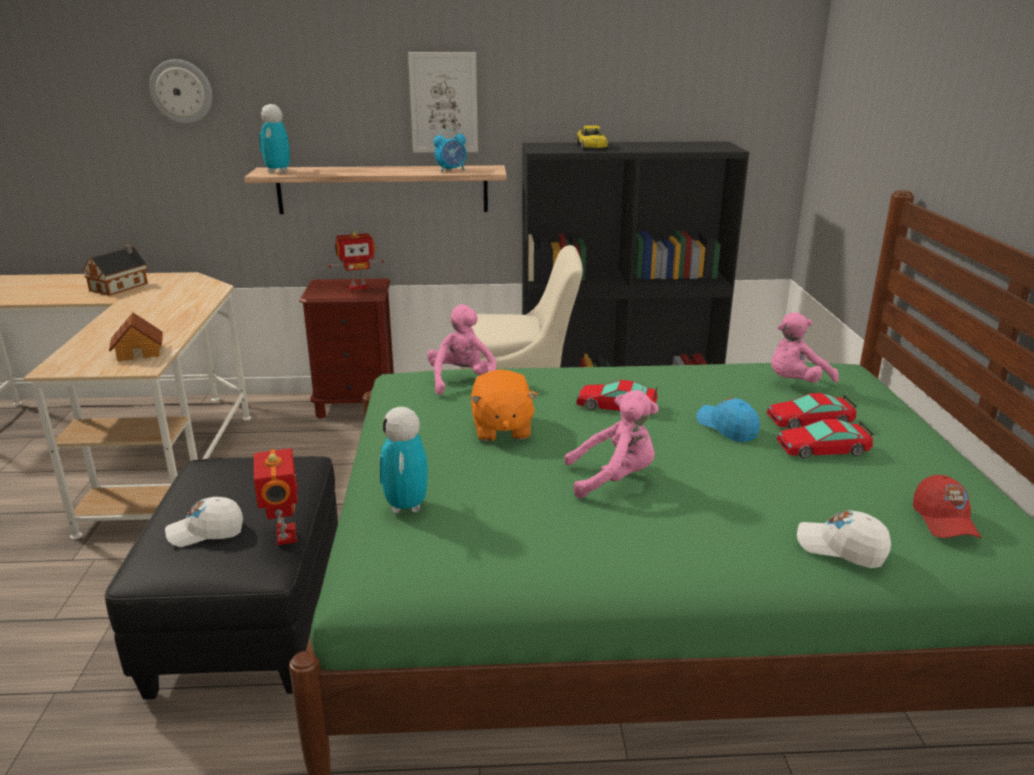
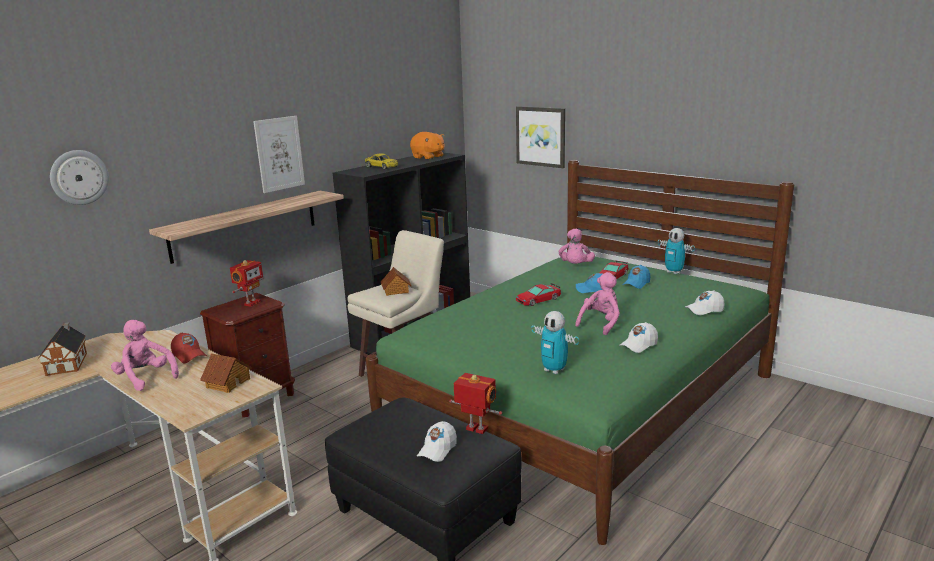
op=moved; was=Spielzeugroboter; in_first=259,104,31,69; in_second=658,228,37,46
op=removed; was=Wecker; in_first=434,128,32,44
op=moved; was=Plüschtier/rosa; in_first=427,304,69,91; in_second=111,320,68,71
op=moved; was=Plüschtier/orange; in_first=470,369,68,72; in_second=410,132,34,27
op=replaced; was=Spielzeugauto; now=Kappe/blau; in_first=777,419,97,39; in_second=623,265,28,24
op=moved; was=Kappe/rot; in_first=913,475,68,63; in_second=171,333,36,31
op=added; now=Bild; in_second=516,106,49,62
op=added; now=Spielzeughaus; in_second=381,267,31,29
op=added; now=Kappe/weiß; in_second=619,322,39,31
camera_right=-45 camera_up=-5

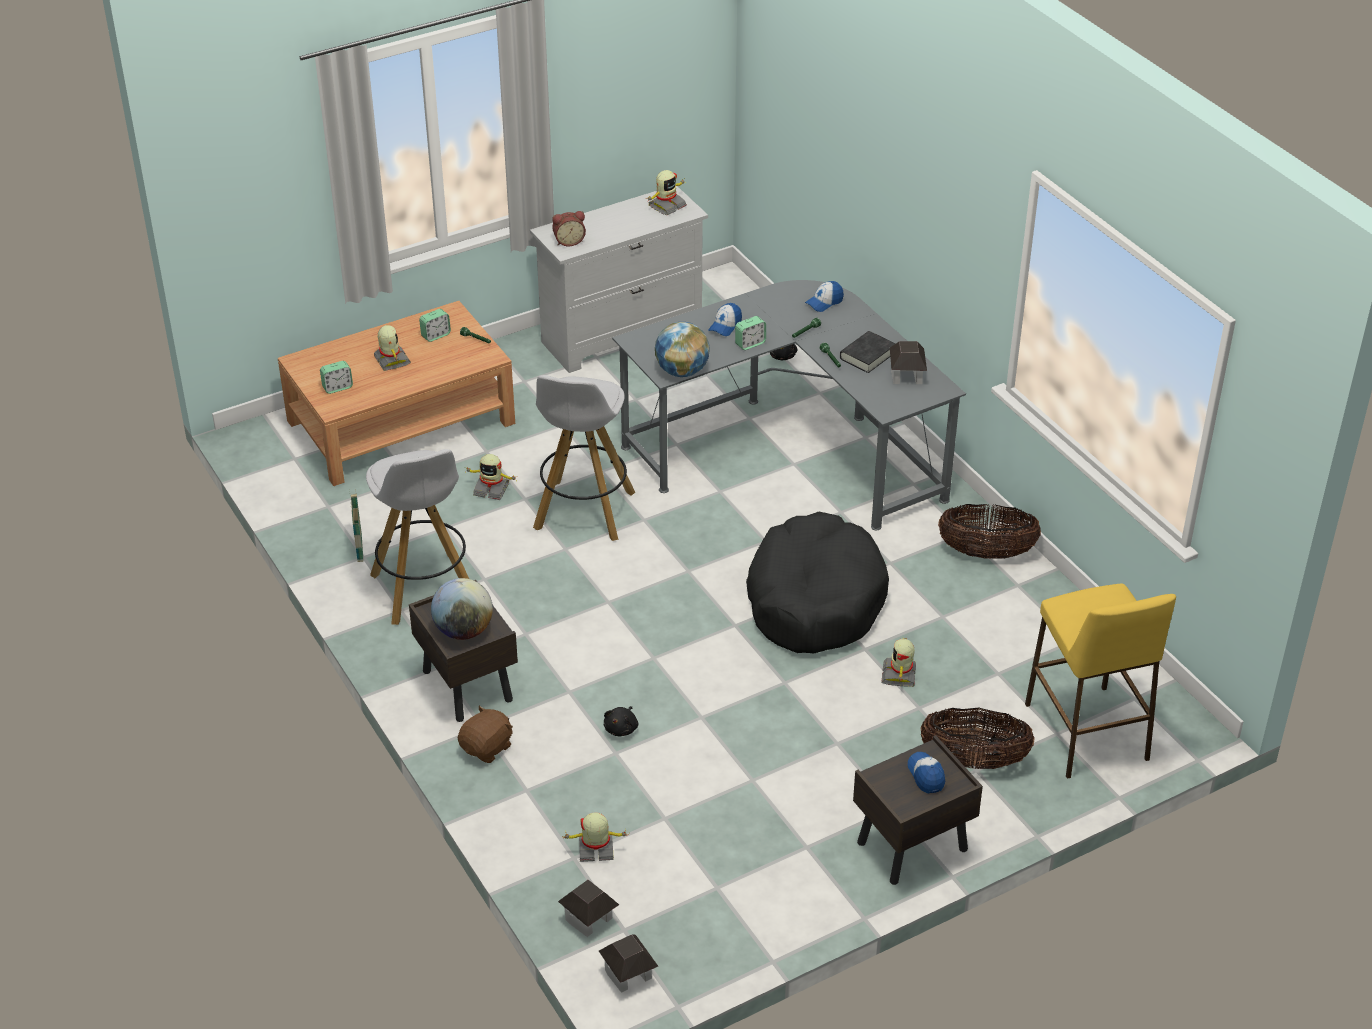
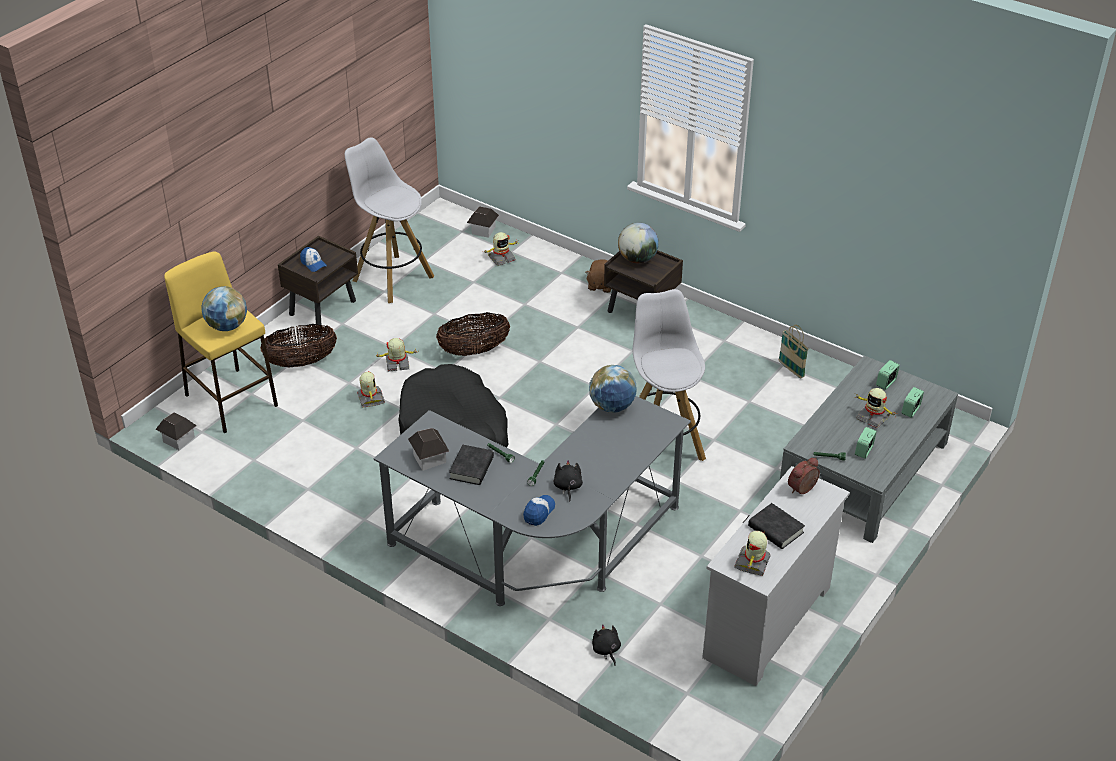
op=recoloured; was=Couchtisch/braun; now=Couchtisch/grau; in_first=278,301,237,185; in_second=780,355,178,188
op=removed; was=Kappe; in_first=708,303,34,33
op=moved; was=Wecker; in_first=735,316,31,34; in_second=901,387,23,31
op=moved; was=Hocker/weiß; in_first=366,449,103,176; in_second=345,138,89,165
op=moved; was=Spielzeugroboter; in_first=465,454,53,46; in_second=375,338,42,34
op=moved; was=Korb; in_first=938,504,103,55; in_second=436,312,74,44
op=moved; was=Plüschtier/schwarz; in_first=604,706,34,30; in_second=553,460,30,41
op=moved; was=Spielzeughaus; in_first=599,935,59,58; in_second=155,413,42,37
op=added; now=Globus; in_second=201,286,46,45
op=added; now=Buch/schwarz; in_second=748,503,57,46
camera_right=155 camera_up=0

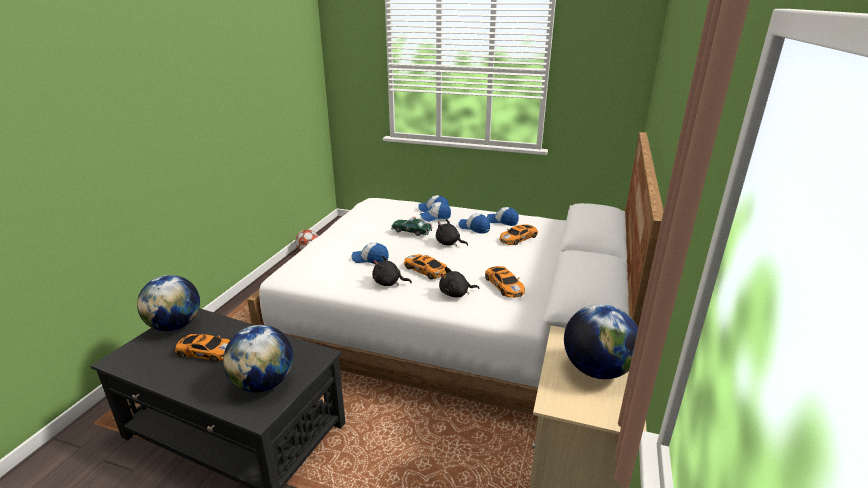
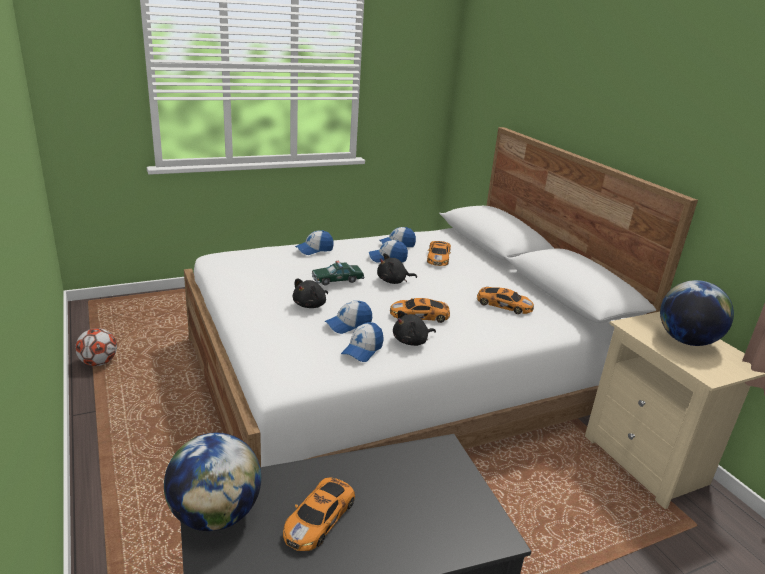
op=moved; was=Kappe; in_first=420,202,31,20; in_second=341,322,43,40
op=moved; was=Plüschtier/schwarz; in_first=439,267,41,31; in_second=293,278,35,30
op=removed; was=Globus; in_first=223,325,70,67
op=turned; was=Spielzeugauto; in_first=175,334,55,28; in_second=283,478,72,73; clockwise=150
camera_right=-45 camera_up=0

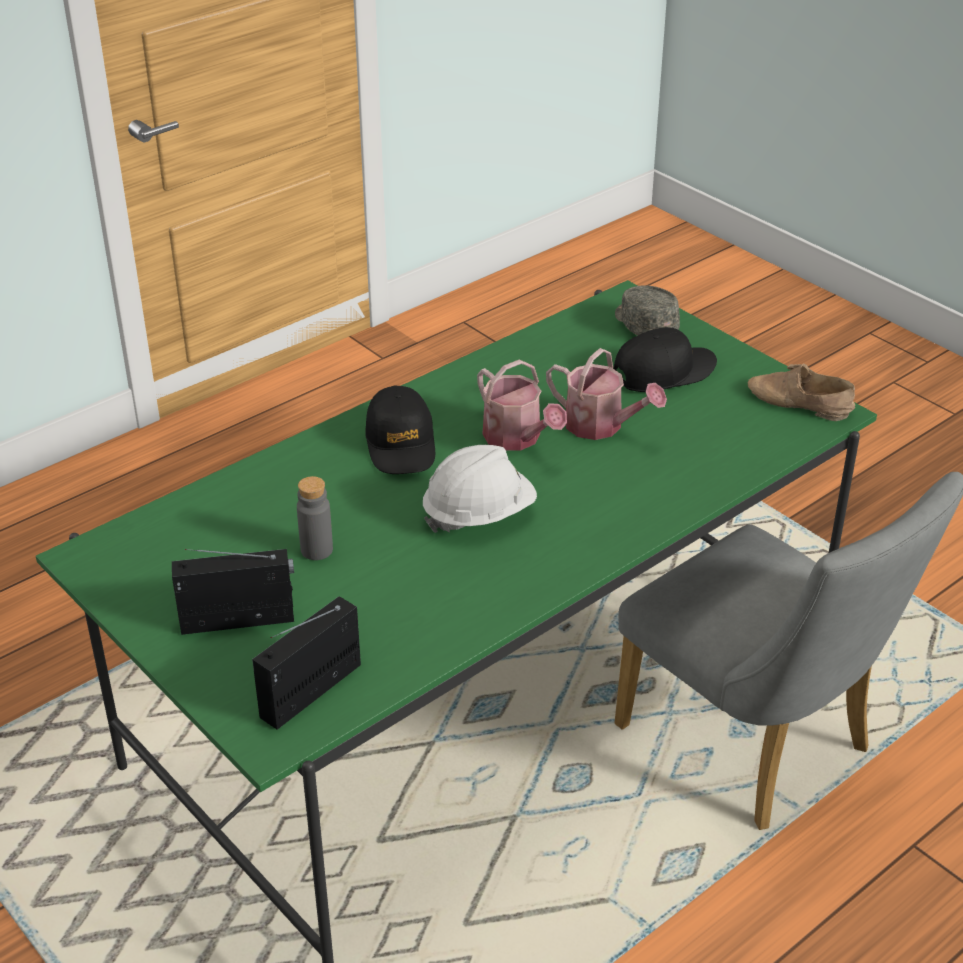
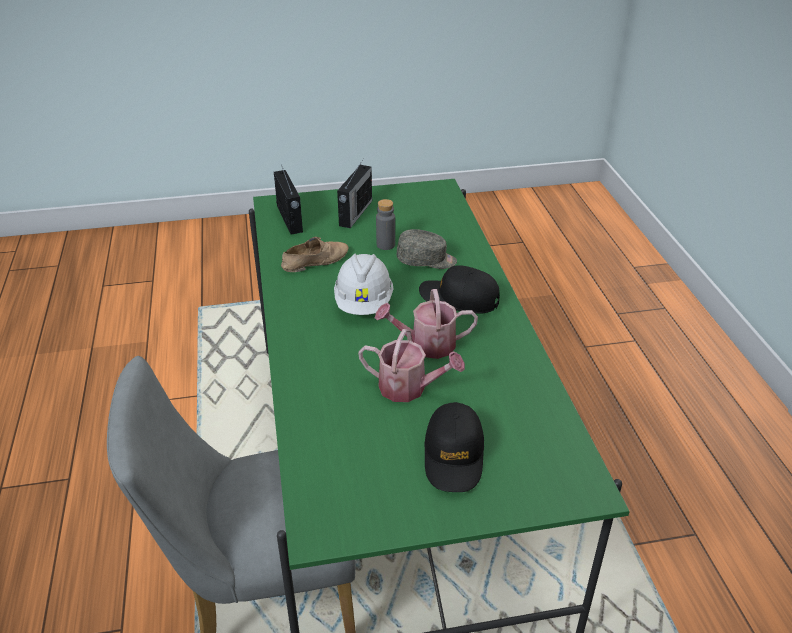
op=moved; was=Kappe/grau; in_first=615,285,65,50; in_second=397,229,60,40
op=turned; was=Gießkanne; in_first=546,348,121,92; in_second=358,329,107,73; clockwise=-135
op=moved; was=Schuh/beige; in_first=748,363,107,58; in_second=281,236,68,36
camera_right=120 camera_up=0

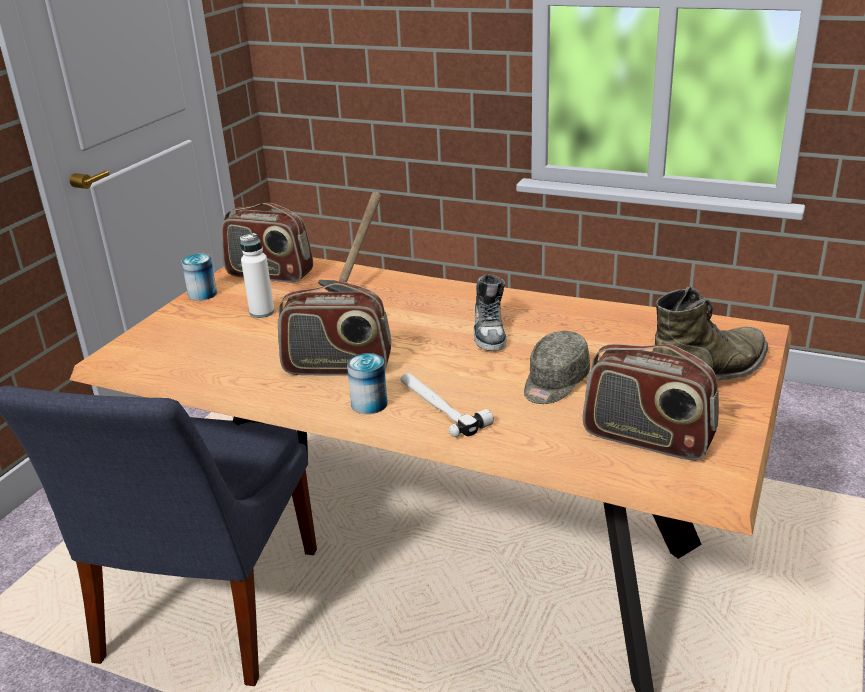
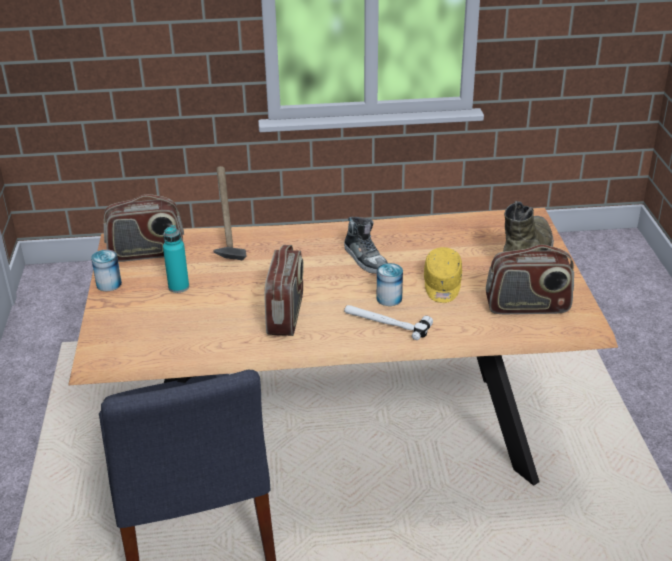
op=recoloured; was=Flasche/weiß; now=Flasche/türkis; in_first=240,233,35,85; in_second=163,225,26,68
op=turned; was=Radio; in_first=278,282,113,94; in_second=264,245,40,91; clockwise=-60
op=recoloured; was=Kappe/grau; now=Kappe/gelb; in_first=524,331,66,73; in_second=424,247,38,56
op=moved; was=Dose; in_first=347,353,41,61; in_second=377,263,26,43
camera_right=-30 camera_up=5

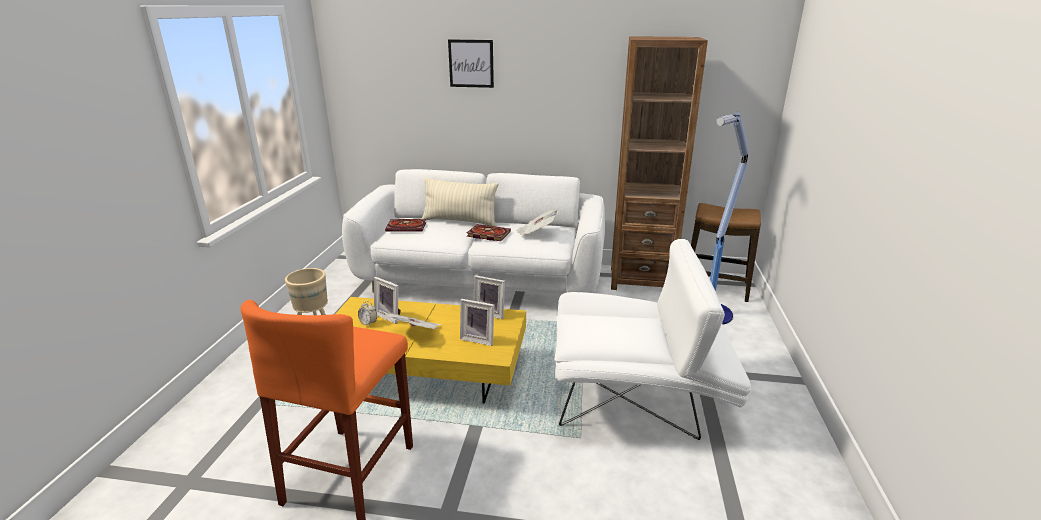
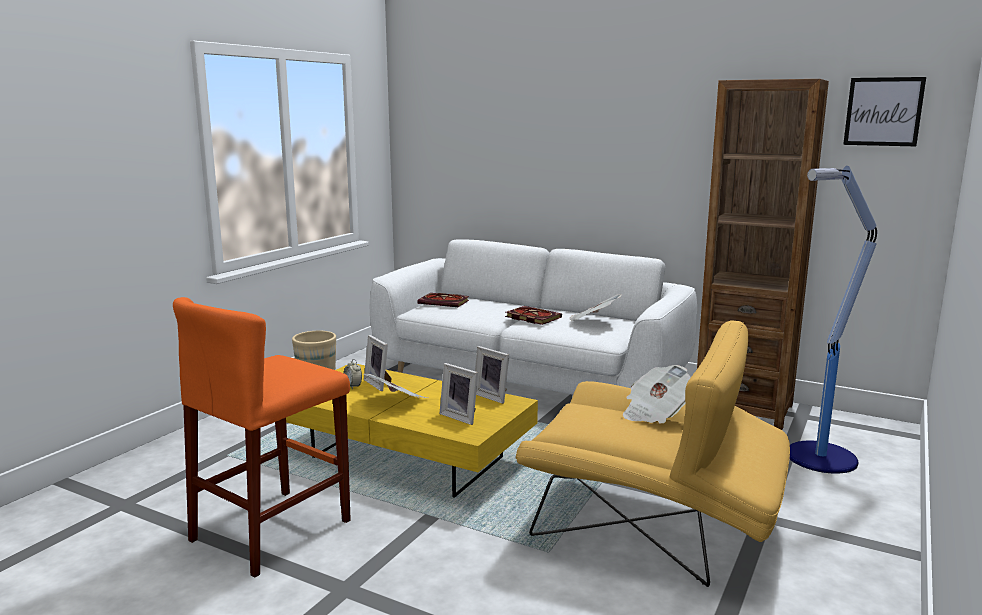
op=moved; was=Bild; in_first=448,40,46,48; in_second=843,77,83,69
op=removed; was=Kissen/beige; in_first=422,177,76,50
op=removed; was=Hocker; in_first=691,203,70,99
op=recoloured; was=Sessel/weiß; now=Sessel/gelb; in_first=555,239,196,201; in_second=515,320,275,267
op=added; now=Zeitung; in_second=623,365,68,59
camera_right=20 camera_up=-10

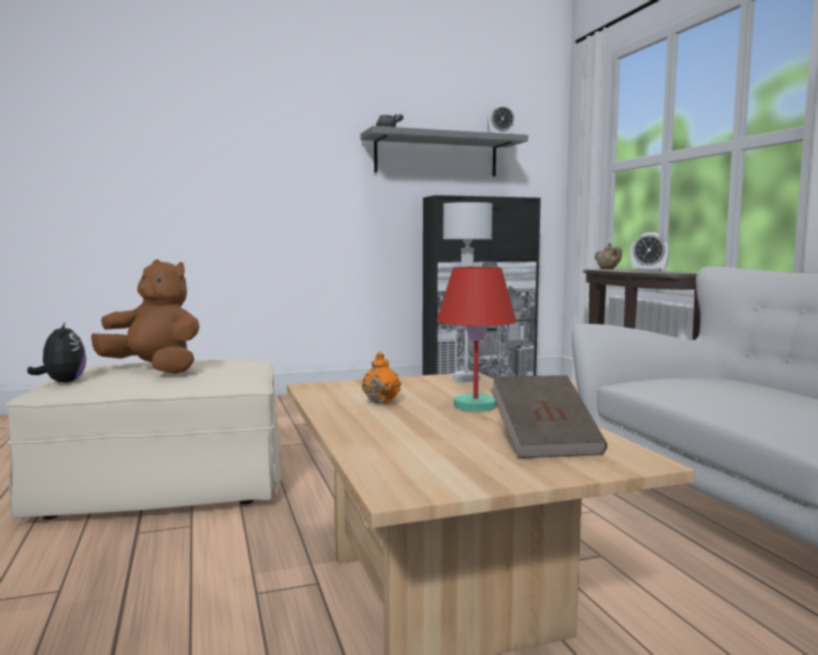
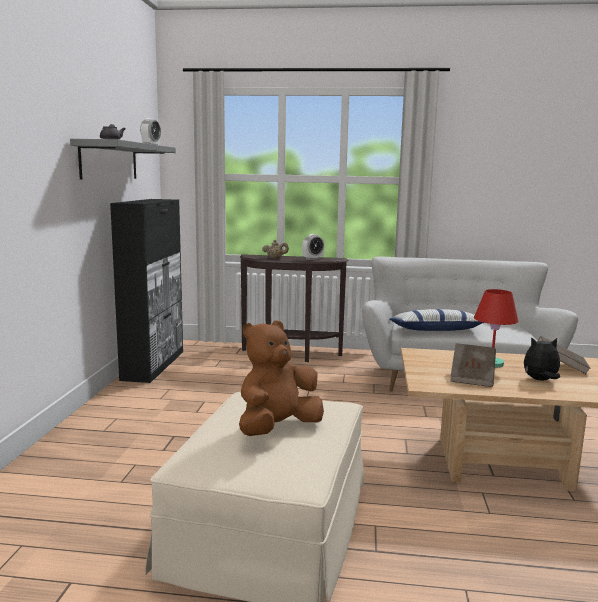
op=removed; was=Tischlampe/grau; in_first=443,202,50,180
op=moved; was=Plüschtier; in_first=27,322,59,61; in_second=524,337,36,44
op=replaced; was=Teekanne/orange; now=Buch/braun; in_first=362,352,39,52; in_second=450,343,46,44
op=added; now=Kissen; in_second=389,309,95,22
camera_right=-65 camera_up=5

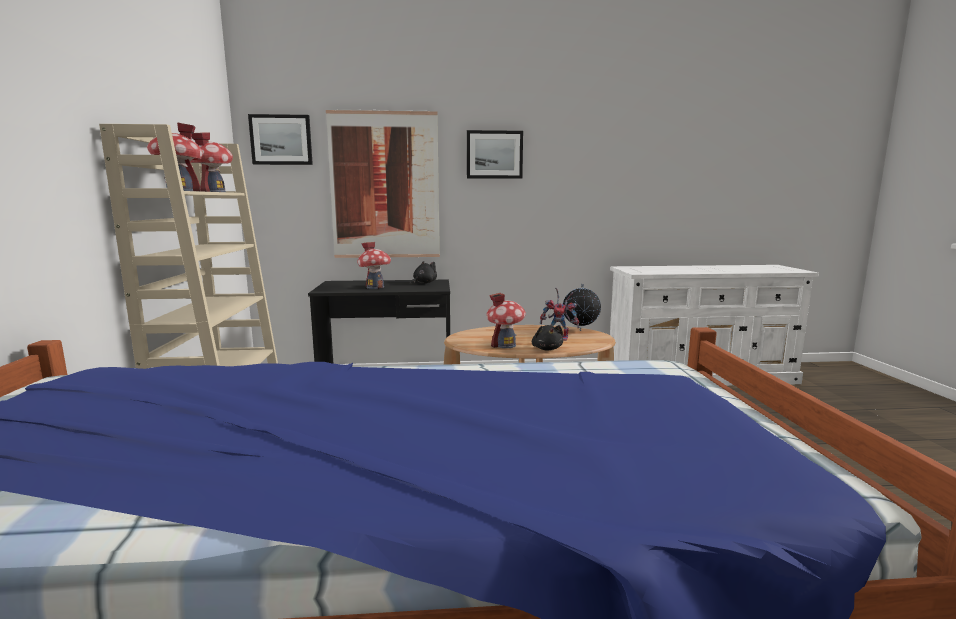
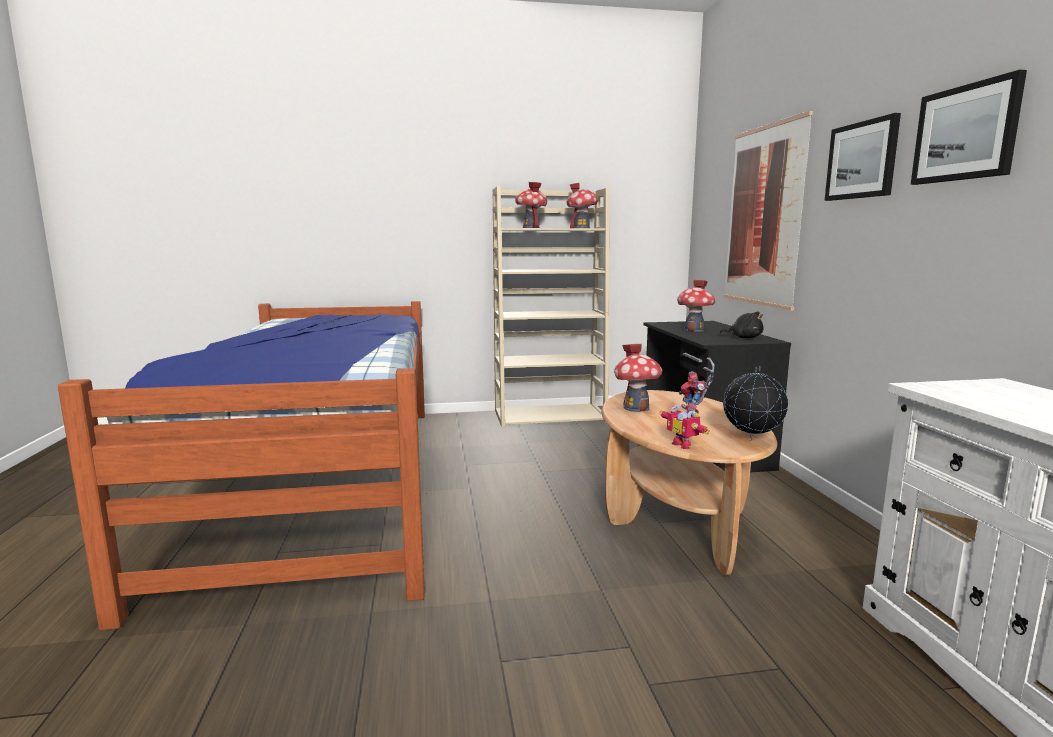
op=moved; was=Bild; in_first=248,114,65,51; in_second=911,70,116,115
op=removed; was=Plüschtier/schwarz; in_first=532,325,31,25
op=added; now=Spielzeugroboter; in_second=659,405,51,44
camera_right=85 camera_up=0

